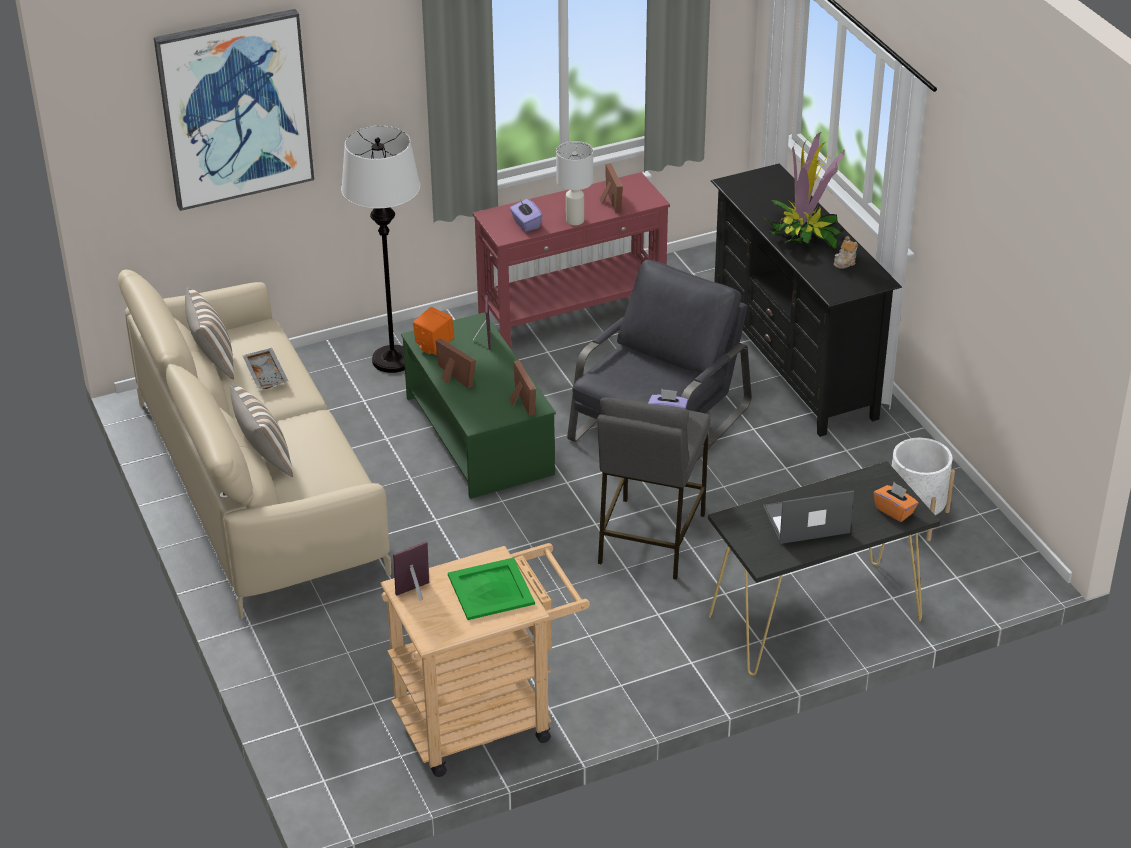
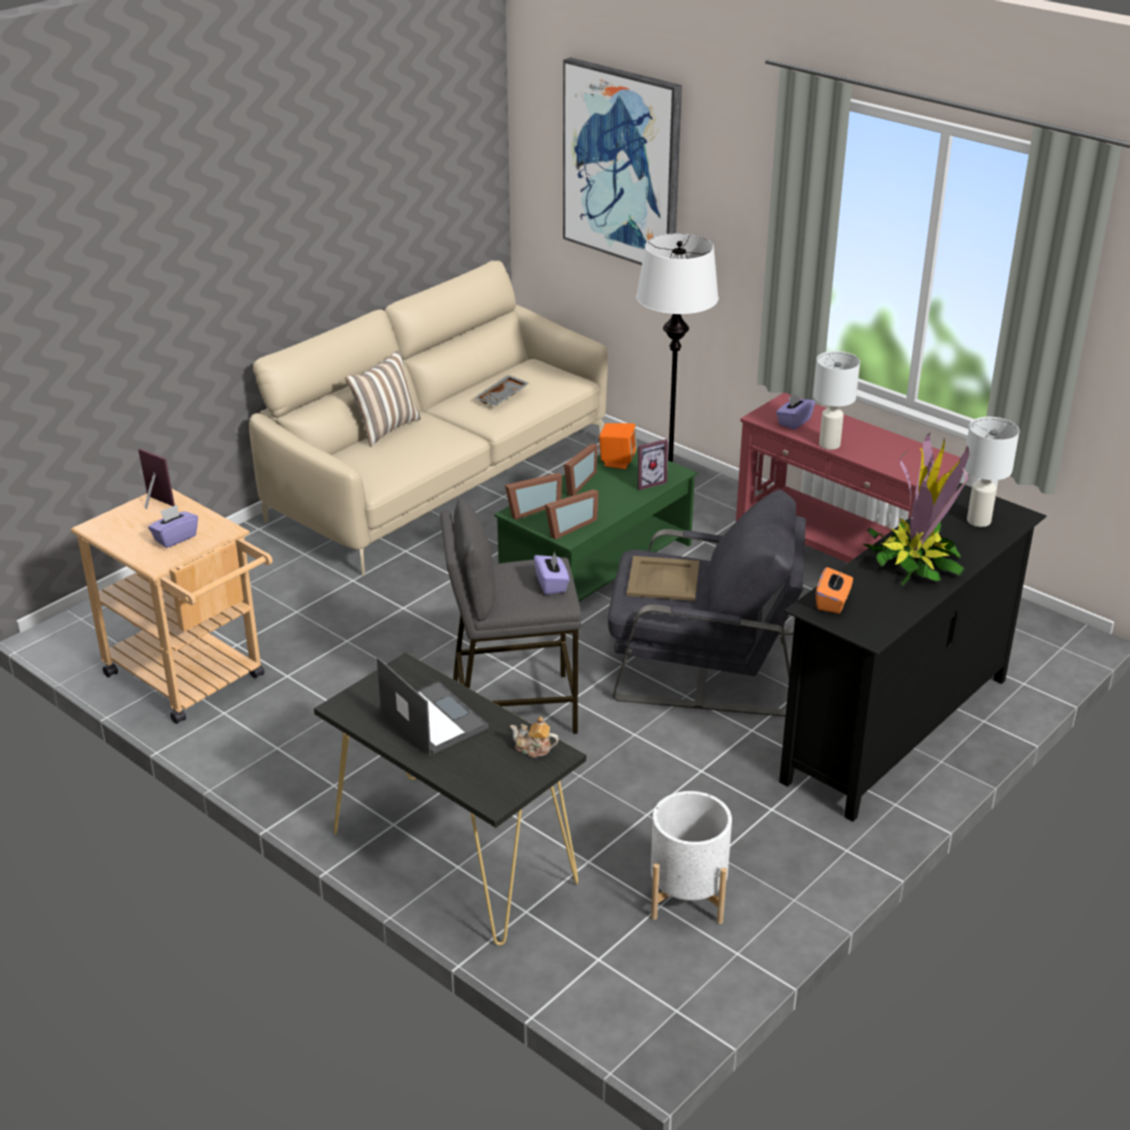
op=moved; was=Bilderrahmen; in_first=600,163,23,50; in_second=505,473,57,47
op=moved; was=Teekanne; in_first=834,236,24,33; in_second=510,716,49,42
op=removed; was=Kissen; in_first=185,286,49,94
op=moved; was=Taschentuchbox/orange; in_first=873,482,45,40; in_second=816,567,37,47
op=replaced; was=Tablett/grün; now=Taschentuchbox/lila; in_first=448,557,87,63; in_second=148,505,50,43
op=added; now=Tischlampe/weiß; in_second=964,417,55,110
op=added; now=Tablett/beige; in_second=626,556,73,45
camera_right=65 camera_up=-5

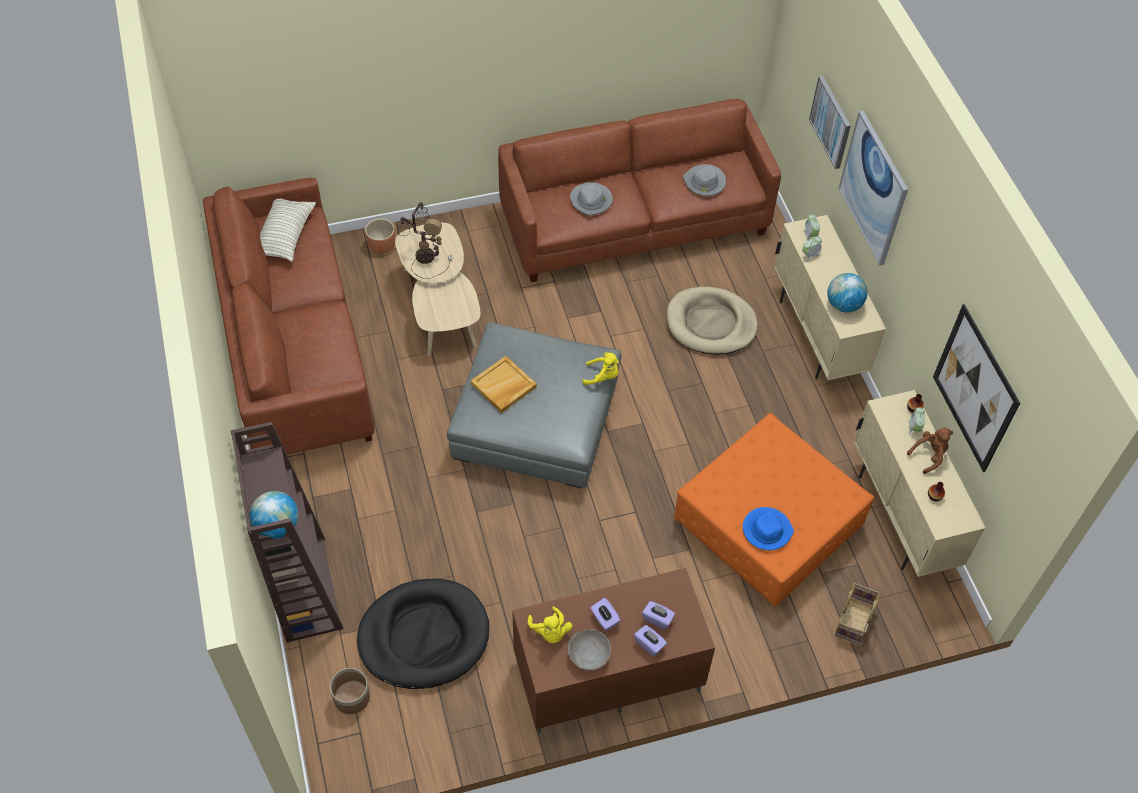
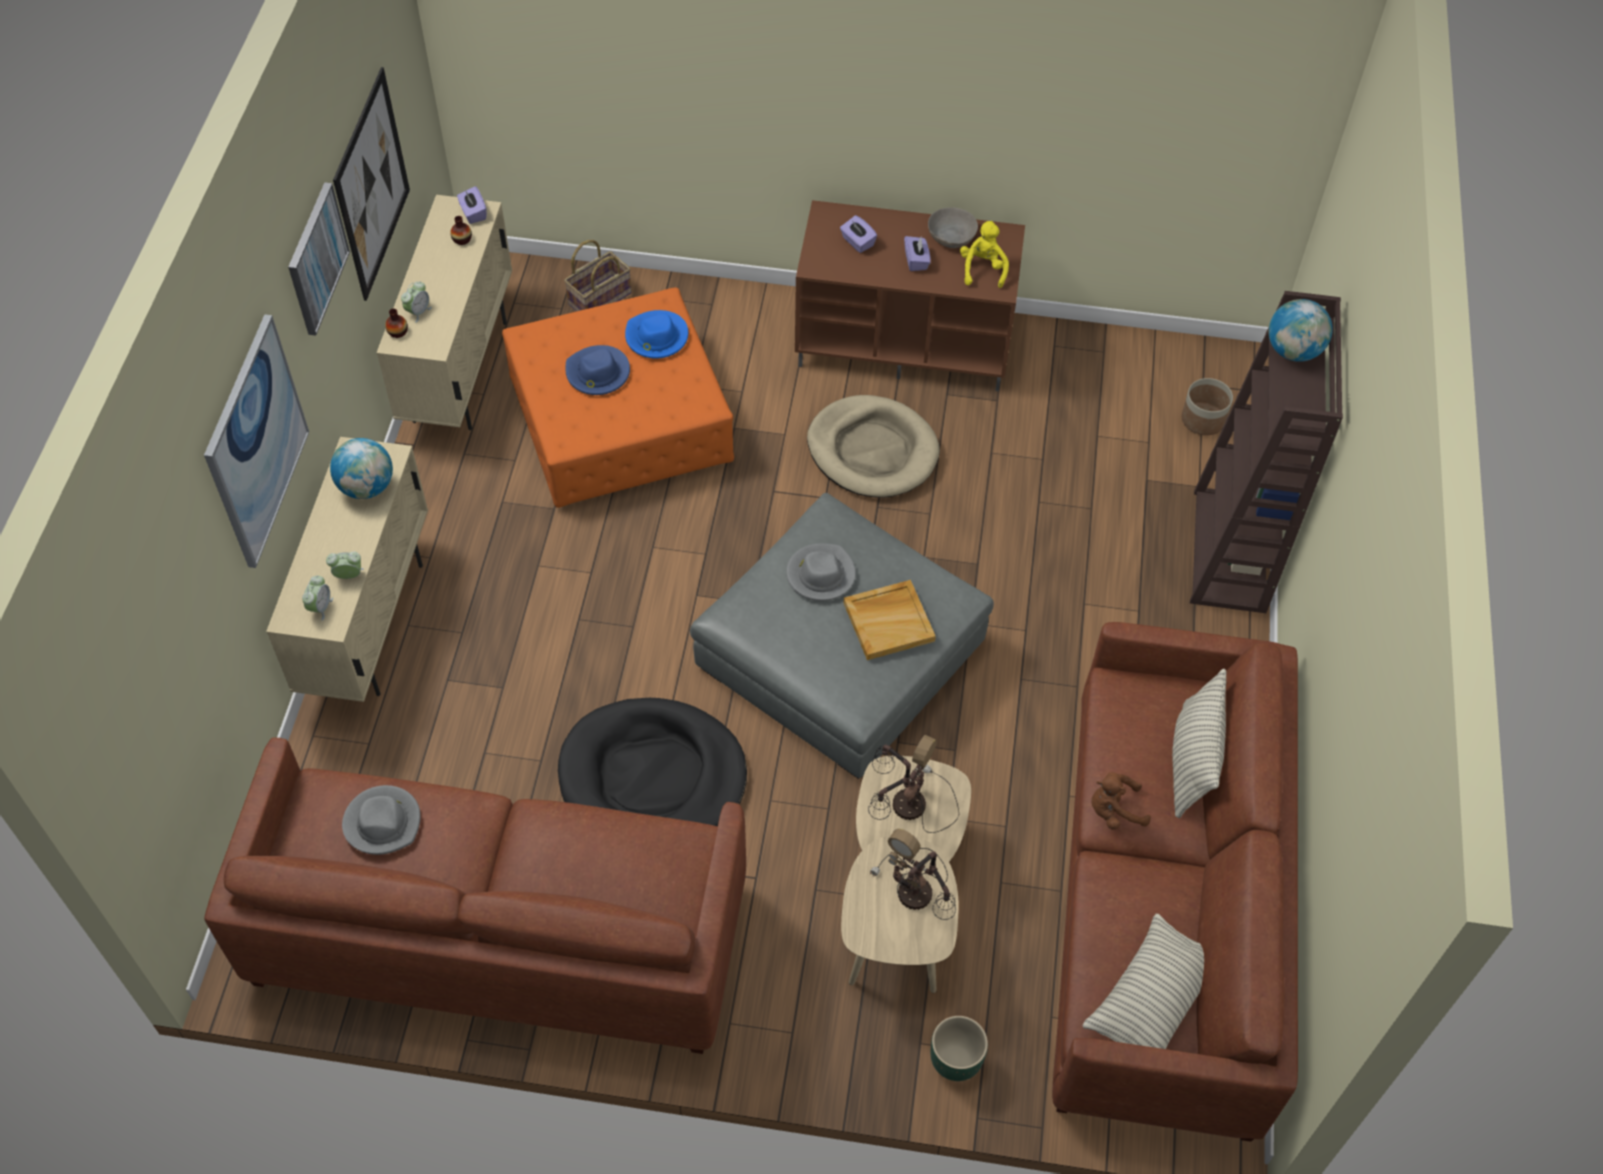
op=moved; was=Bild; in_first=809,76,42,93; in_second=288,182,62,154
op=moved; was=Hut/grau; in_first=570,182,43,34; in_second=786,543,70,58
op=recoloured; was=Pflanzkübel/braun; now=Pflanzkübel/grün; in_first=365,218,30,36; in_second=930,1016,58,65
op=moved; was=Hundebett/beige; in_first=667,286,91,69; in_second=807,395,133,103
op=removed; was=Plüschtier/gelb; in_first=583,352,36,33
op=moved; was=Plüschtier/braun; in_first=907,428,46,46; in_second=1092,772,59,58
op=moved; was=Hundebett/schwarz; in_first=357,579,132,110; in_second=558,698,189,128
op=moved; was=Taschentuchbox/lila; in_first=634,625,33,32; in_second=457,186,30,38
op=added; now=Hut/blau; in_second=565,345,65,50
op=added; now=Kissen; in_second=1172,669,54,149
op=added; now=Tischlampe; in_second=868,735,91,98
camera_right=-155 camera_up=0

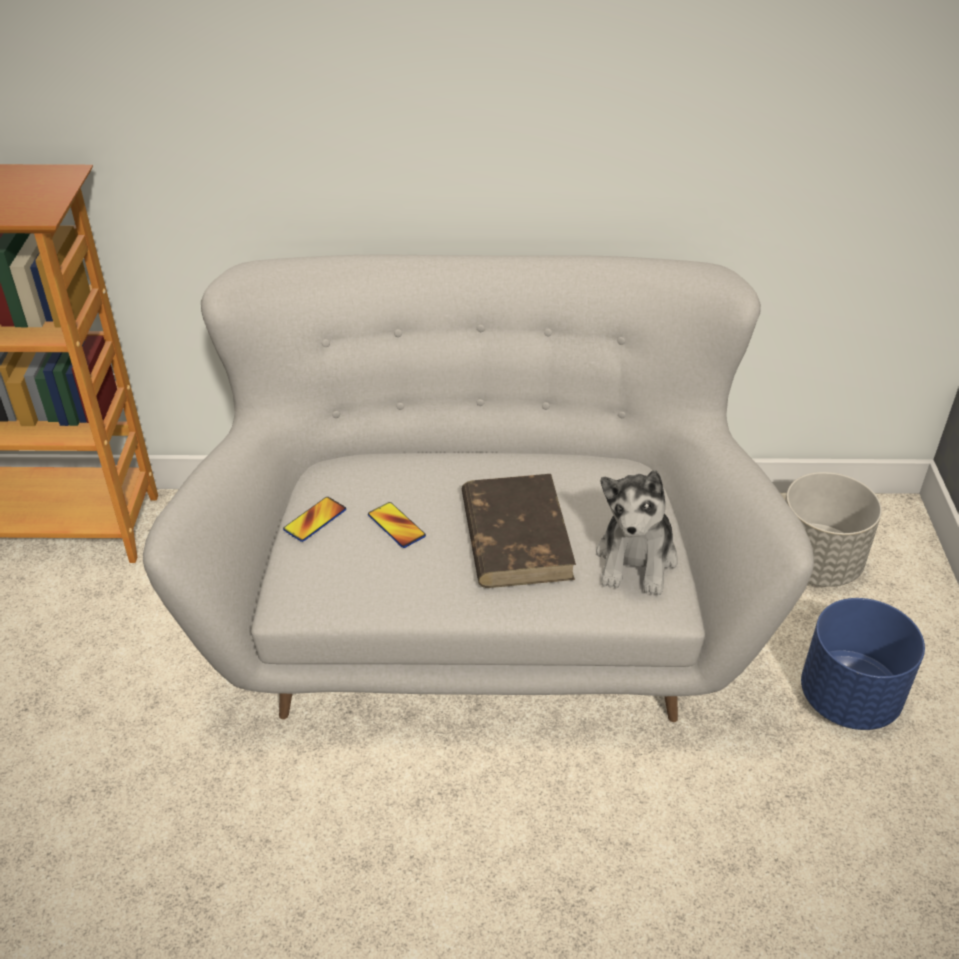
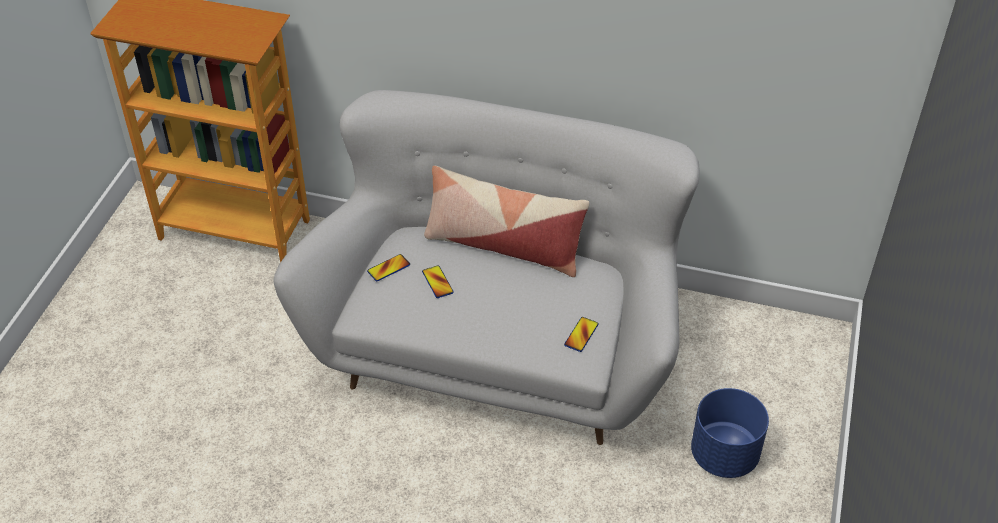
op=replaced; was=Plüschtier; now=Handy; in_first=596,470,82,125; in_second=564,317,35,35
op=removed; was=Pflanzkübel/grau; in_first=785,472,97,115
op=removed; was=Buch/braun; in_first=462,474,114,114
op=added; now=Kissen; in_second=424,166,165,111
camera_right=15 camera_up=5

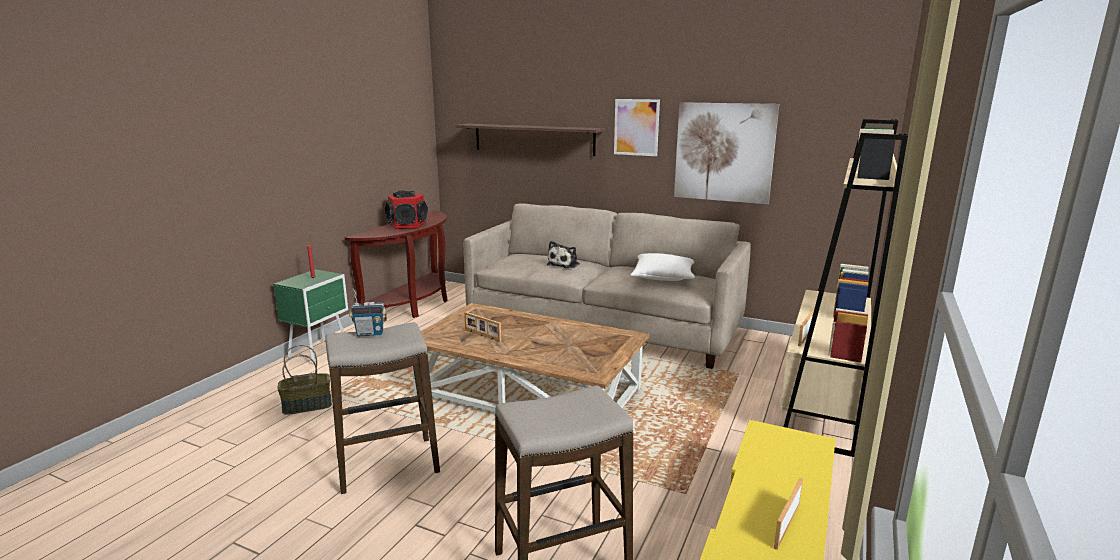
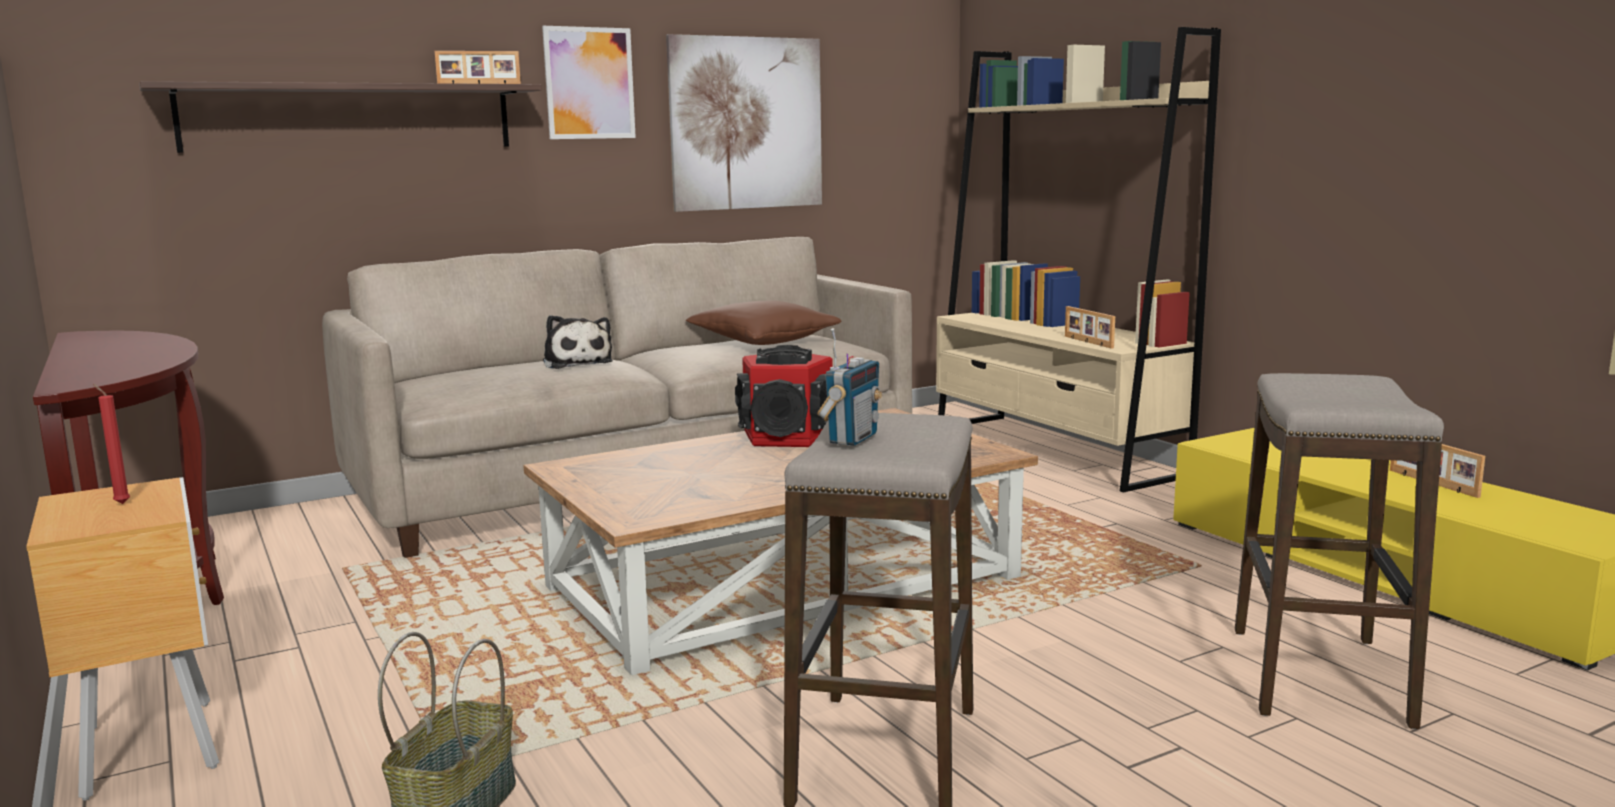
op=moved; was=Lautsprecher; in_first=385,190,43,39; in_second=735,345,98,102
op=recoloured; was=Kissen/weiß; now=Kissen/braun; in_first=630,253,65,28; in_second=685,300,156,45
op=recoloured; was=Nachttisch/grün; now=Nachttisch/braun; in_first=273,269,75,96; in_second=26,477,193,324
op=moved; was=Bilderrahmen; in_first=464,312,37,30; in_second=435,51,86,33
camera_right=-55 camera_up=-5

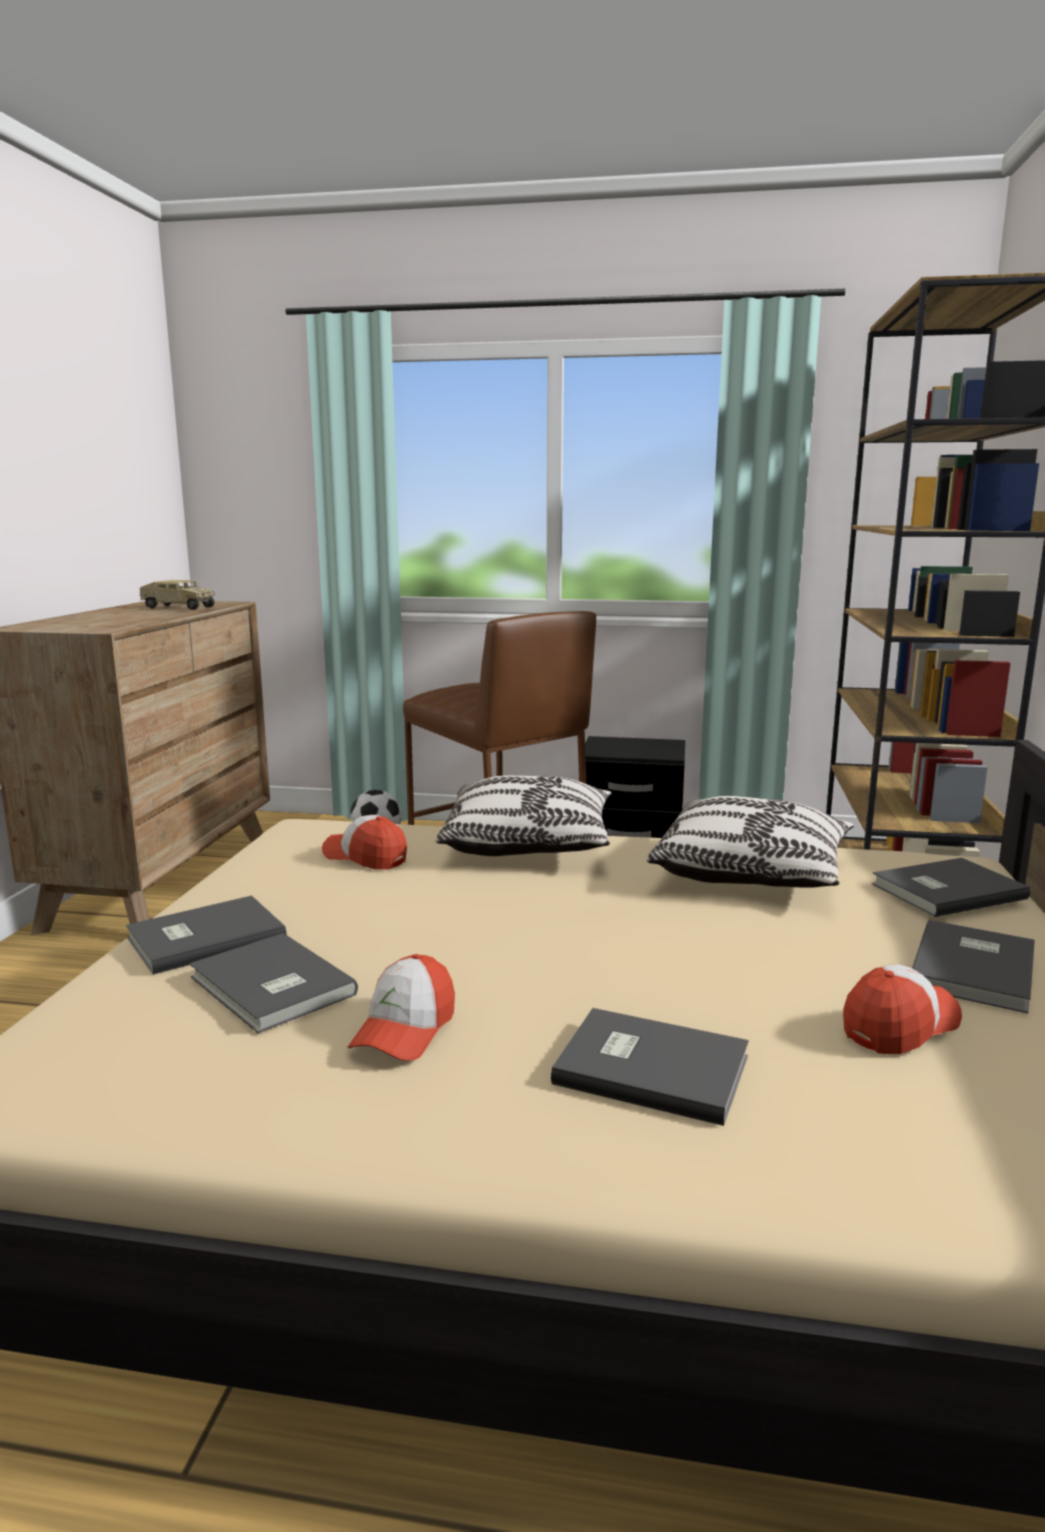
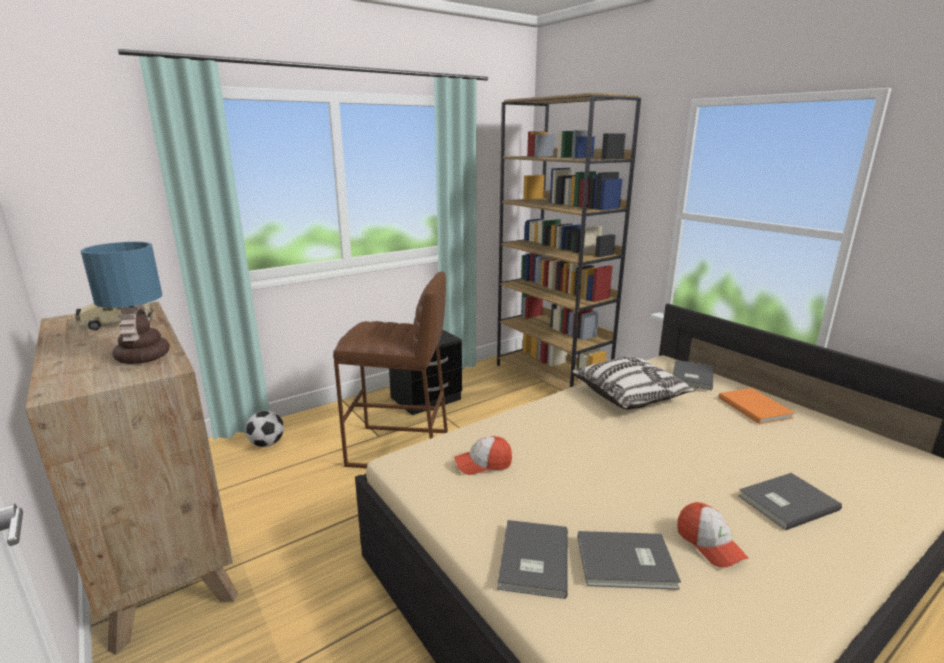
op=removed; was=Kissen; in_first=436,775,176,81
op=recoloured; was=Buch/grau; now=Buch/orange; in_first=912,920,123,93; in_second=719,388,76,36
op=removed; was=Kappe; in_first=843,964,119,90
op=added; now=Tischlampe; in_second=81,242,89,122
camera_right=-45 camera_up=5

